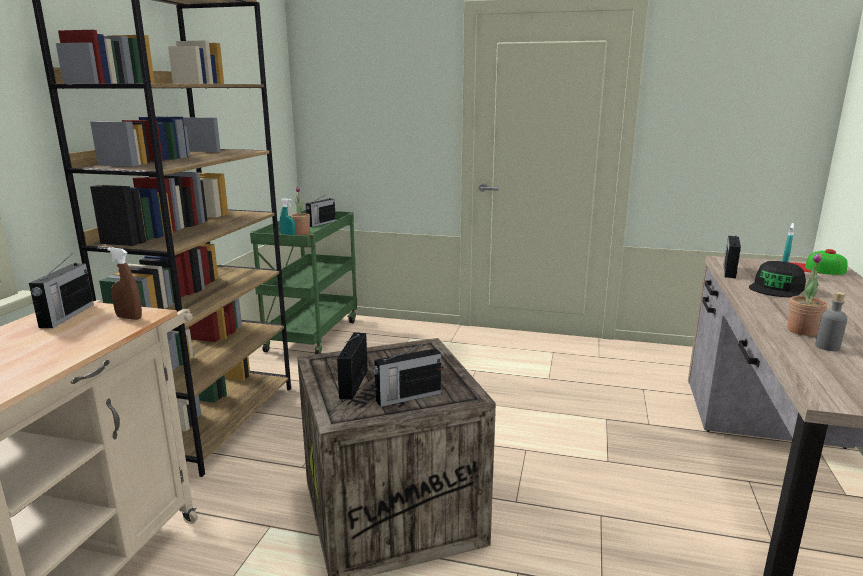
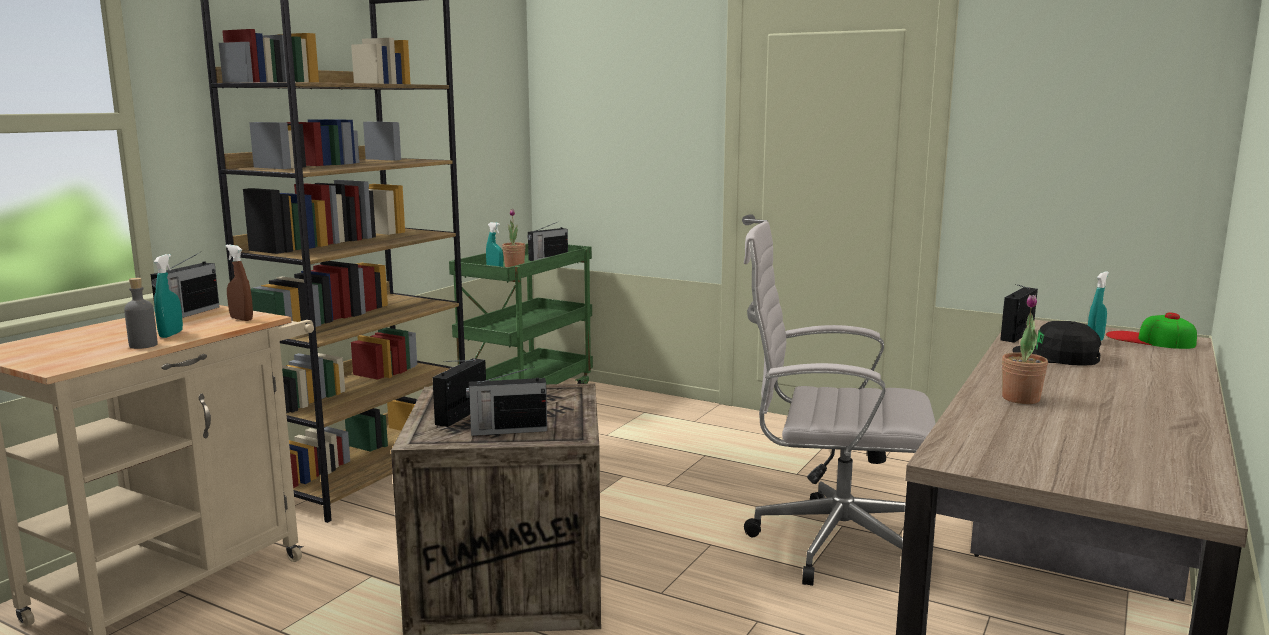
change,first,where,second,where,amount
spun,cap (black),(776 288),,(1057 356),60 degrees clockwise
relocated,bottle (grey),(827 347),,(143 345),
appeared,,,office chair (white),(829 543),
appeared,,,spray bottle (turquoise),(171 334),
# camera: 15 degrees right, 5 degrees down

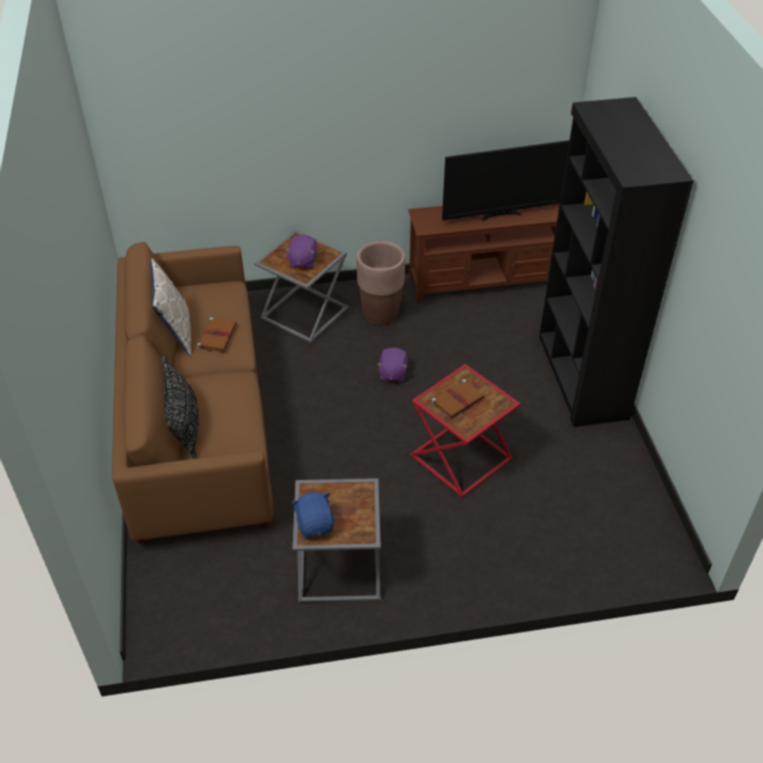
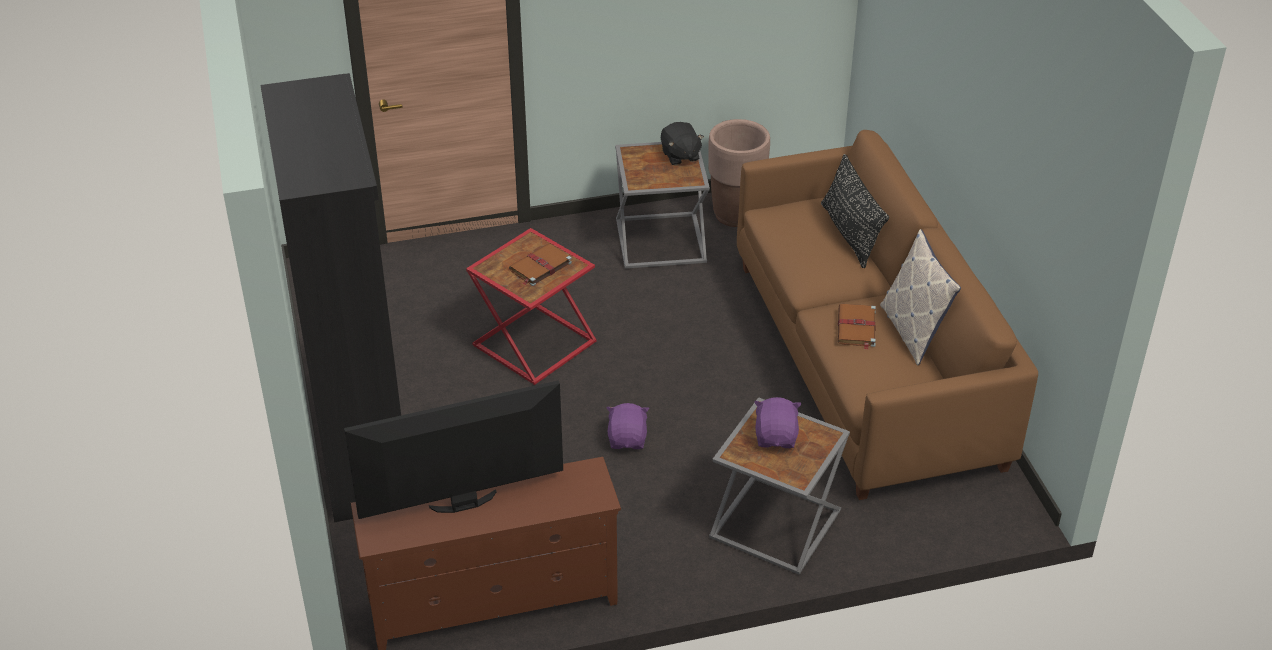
change,first,where,second,where,amount
relocated,planter (brown),(381 314),,(735 215),
colour,plush toy (blue),(315 524),plush toy (black),(680 156),
# camera: 175 degrees right, 5 degrees down

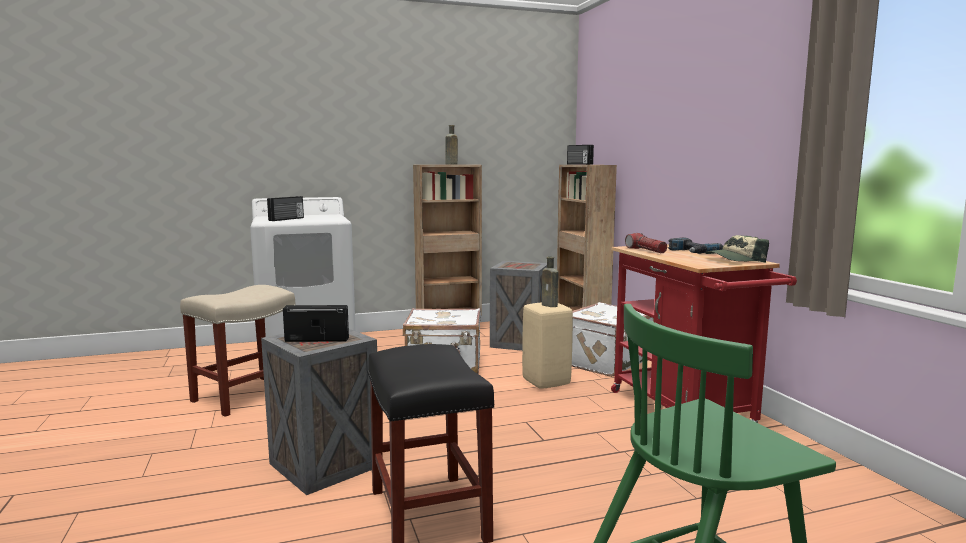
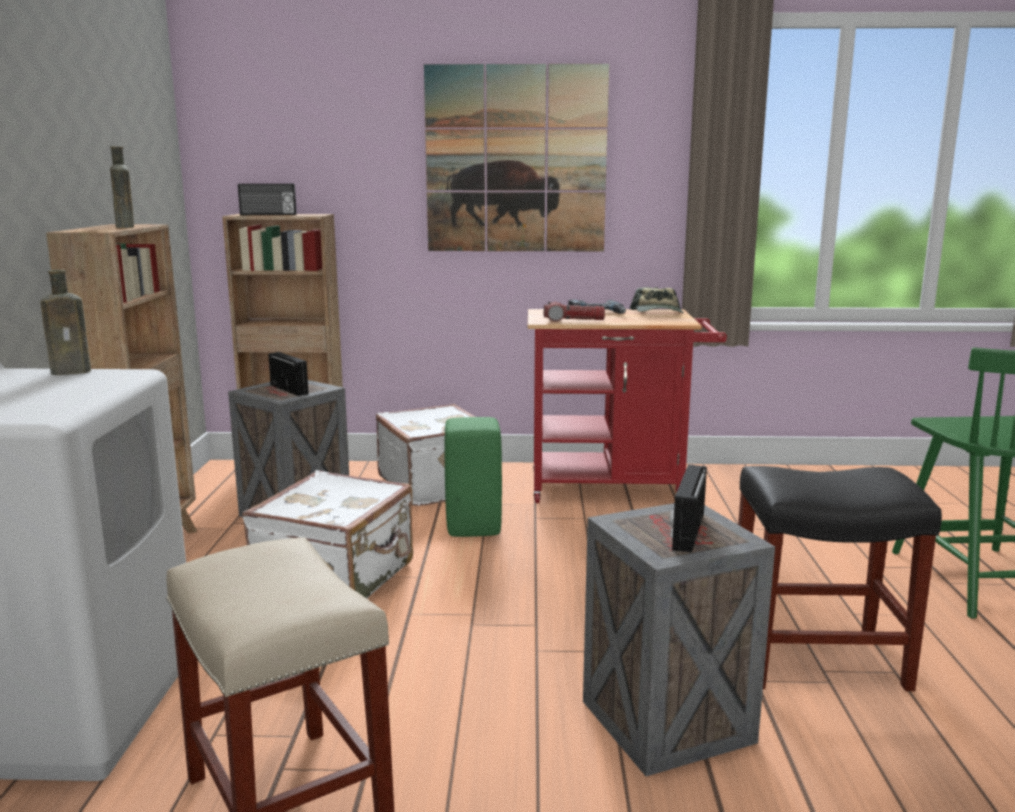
change,first,where,second,where,amount
relocated,radio,(287 219),,(290 389),
relocated,bottle (brown),(550 305),,(74 371),
colour,stool (beige),(545 382),stool (green),(472 529),
appeared,,,picture,(516 160),
# camera: 70 degrees left, 5 degrees up

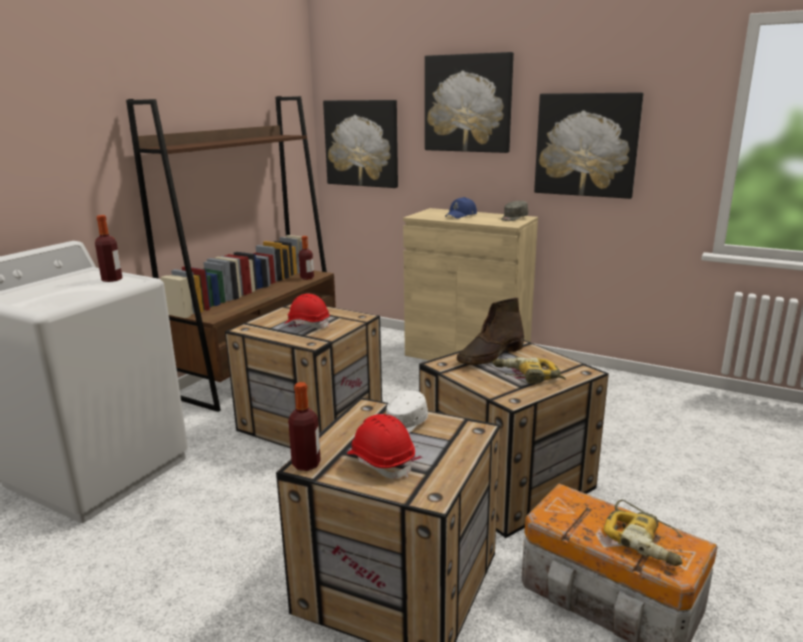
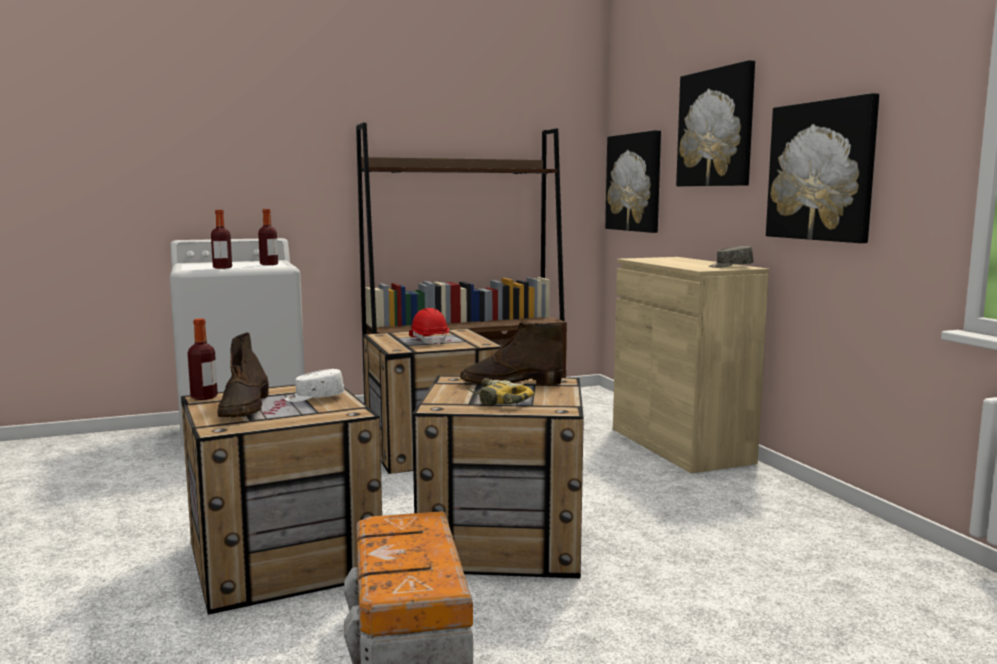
change,first,where,second,where,amount
missing,cap (blue),(461 215),,,
relocated,bottle,(307 278),,(222 268),
exchanged,hard hat (red),(381 461),boot (brown),(244 408),
missing,power drill,(644 540),,,
# camera: 40 degrees right, 10 degrees down

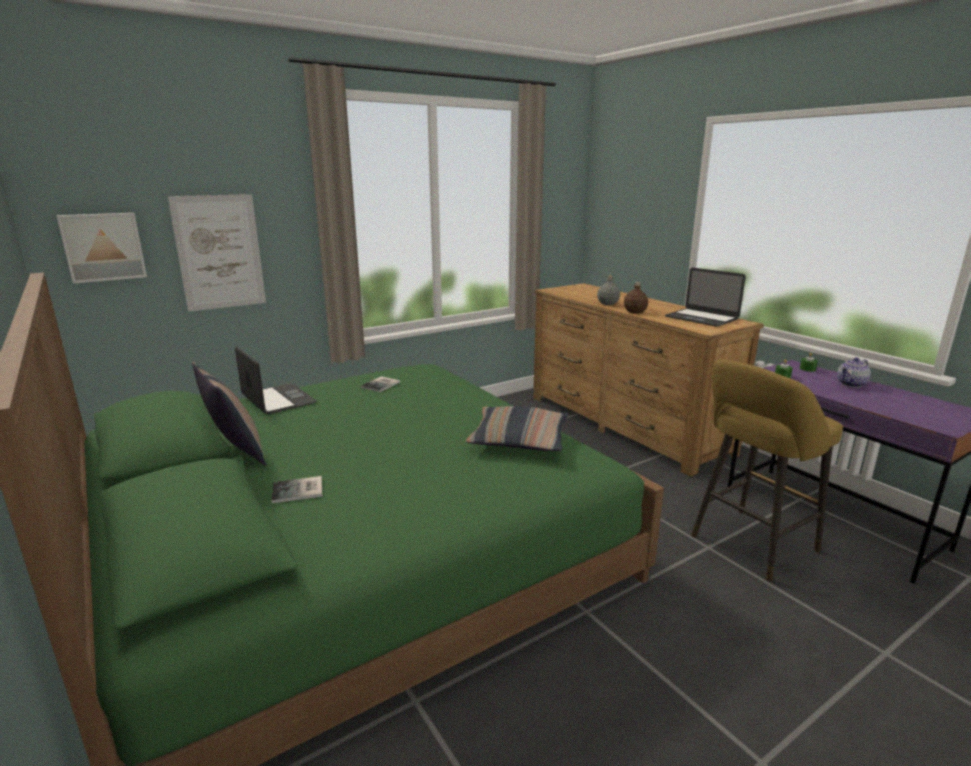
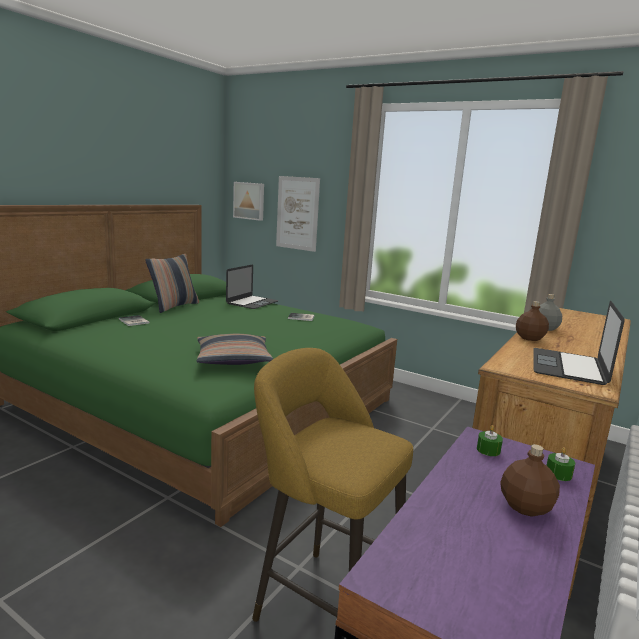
change,first,where,second,where,amount
exchanged,teapot,(851 384),bottle (brown),(526 507),
# camera: 65 degrees right, 5 degrees down

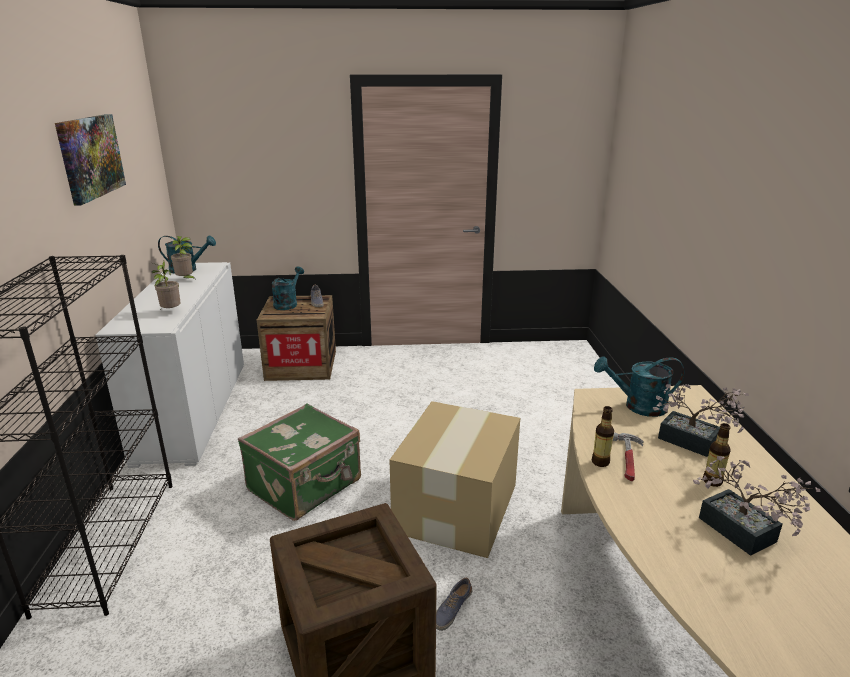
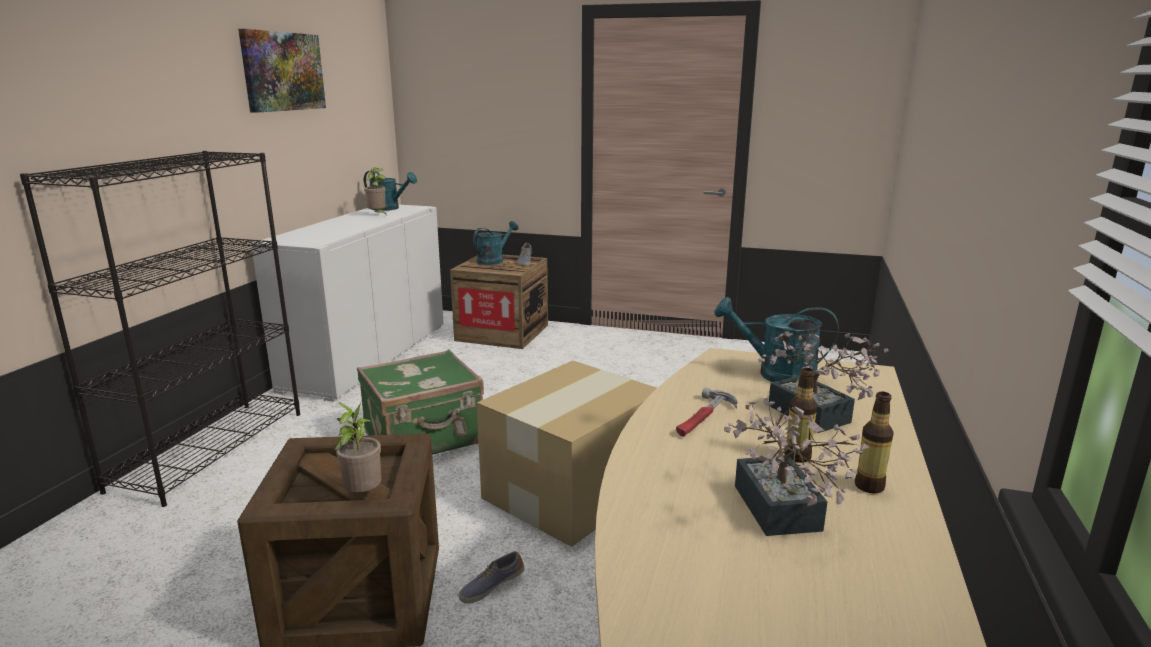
change,first,where,second,where,amount
relocated,potted plant,(170 312),,(362 495),
relocated,bottle,(600 462),,(869 486),
# camera: 20 degrees right, 5 degrees down

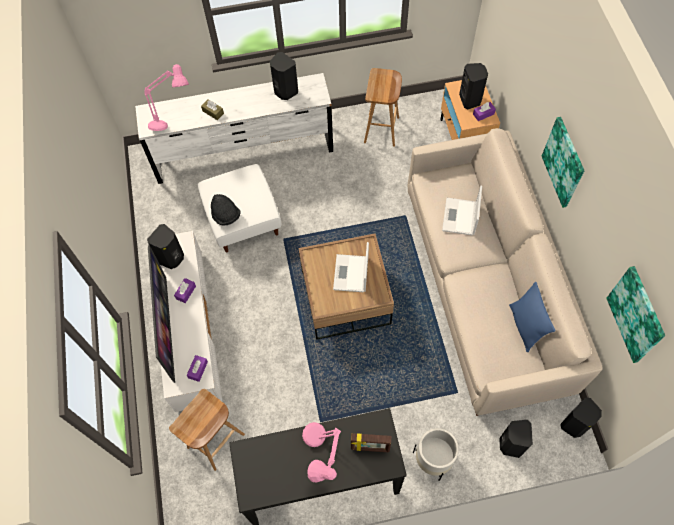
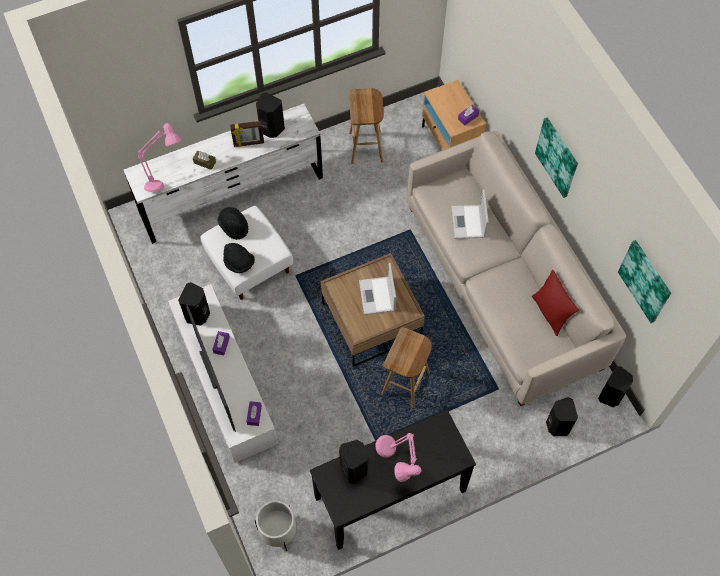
change,first,where,second,where,amount
relocated,speaker (black),(470 100),,(354 469),
colour,pillow (blue),(525 326),pillow (red),(550 313),
relocated,stool (brown),(216 442),,(405 384),
relocated,planter (white),(433 459),,(278 531),
relocated,picture frame,(370 448),,(248 143),
appeared,,,hat (black),(234 226),
# camera: 15 degrees left, 0 degrees up

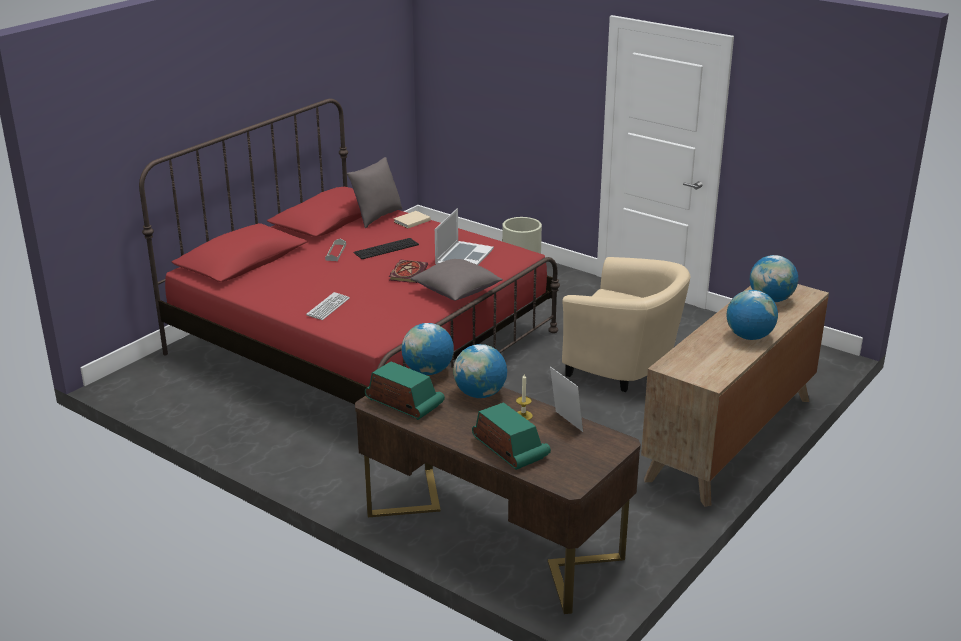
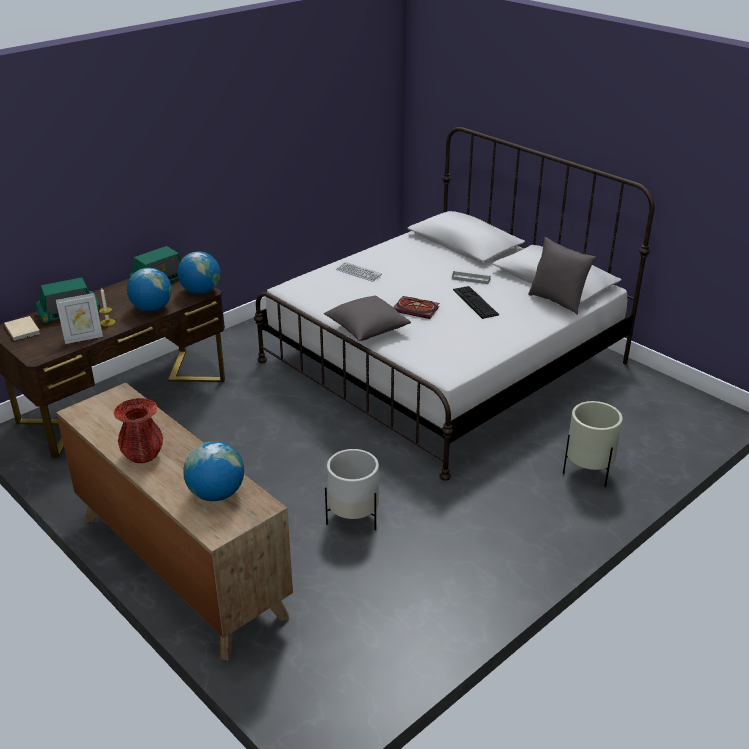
change,first,where,second,where,amount
colour,bed (red),(362 342),bed (white),(443 362),
missing,laptop,(464 256),,,
relocated,book (beige),(411 221),,(23 329),
exchanged,armchair (beige),(625 366),planter (white),(353 517),
exchanged,globe,(749 336),vase (red),(143 455),
# camera: 100 degrees right, 5 degrees up

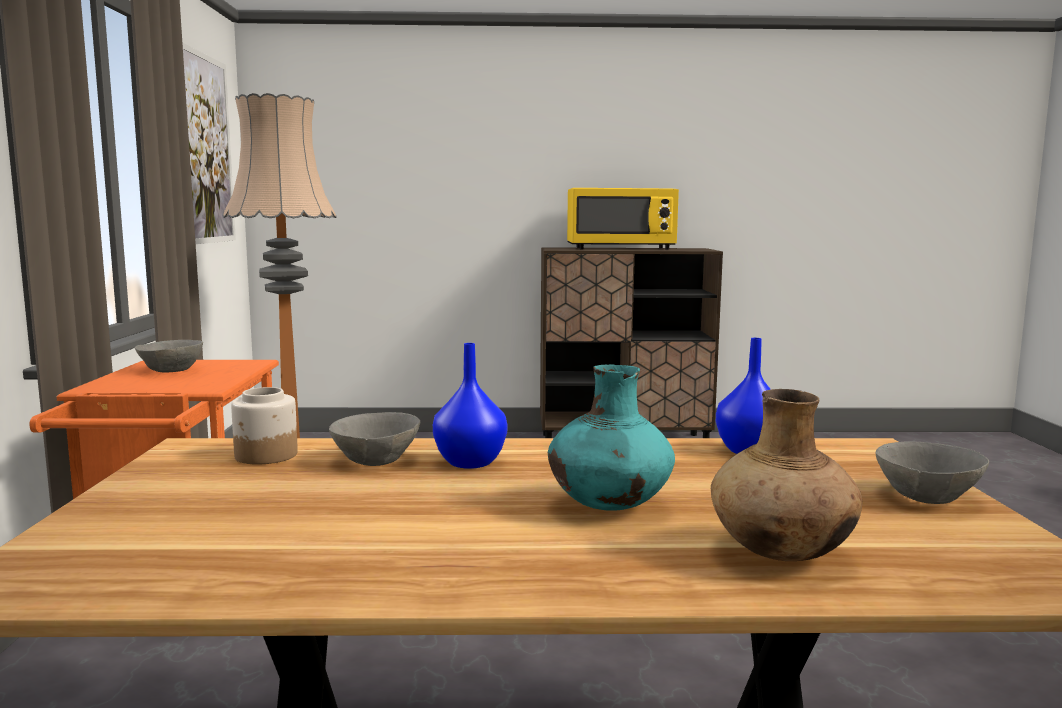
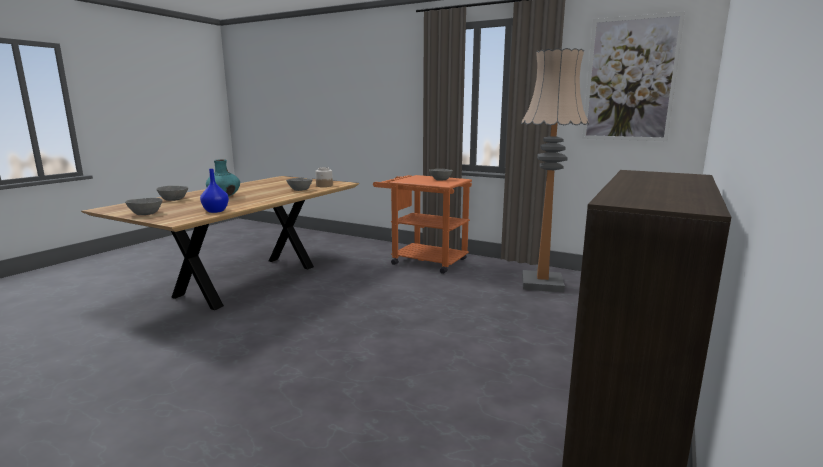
change,first,where,second,where,amount
missing,microwave (yellow),(620 248),,,
missing,vase (blue),(468 462),,,
exchanged,vase (brown),(780 553),bowl (grey),(174 200),
# camera: 120 degrees right, 5 degrees up

